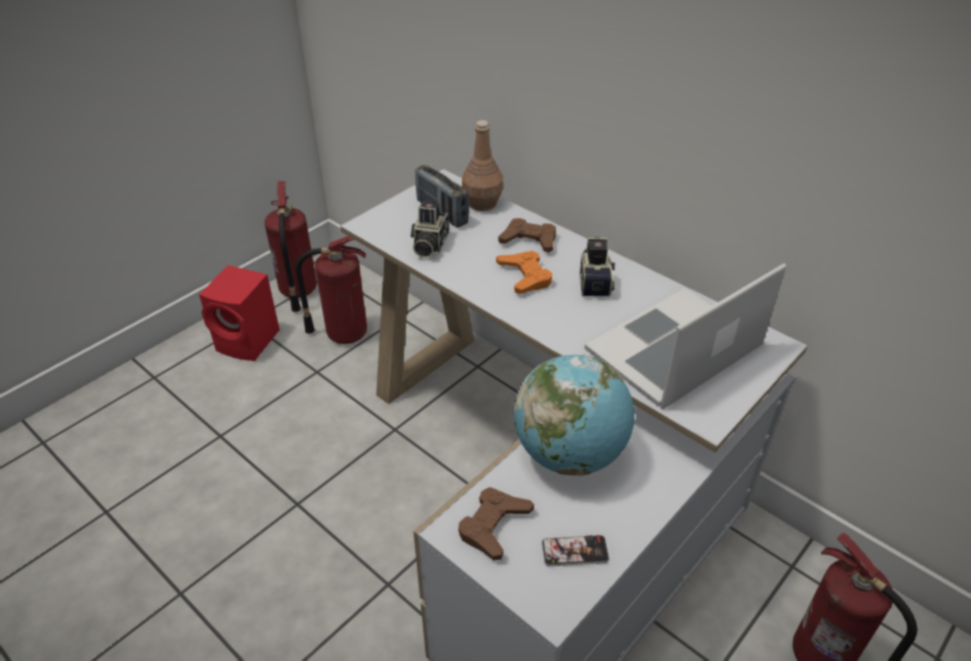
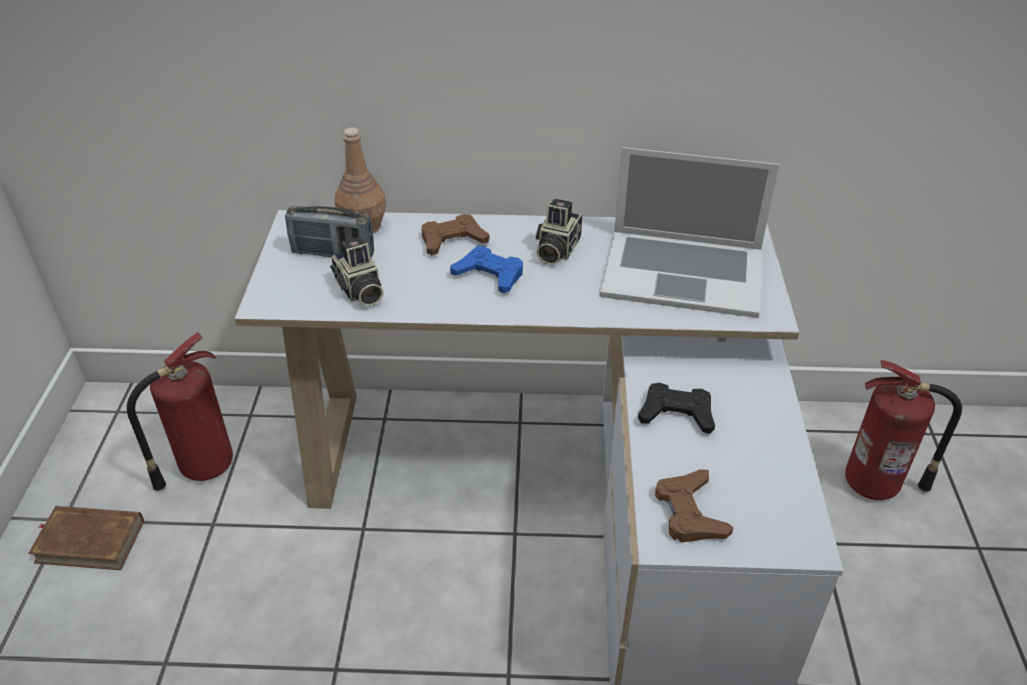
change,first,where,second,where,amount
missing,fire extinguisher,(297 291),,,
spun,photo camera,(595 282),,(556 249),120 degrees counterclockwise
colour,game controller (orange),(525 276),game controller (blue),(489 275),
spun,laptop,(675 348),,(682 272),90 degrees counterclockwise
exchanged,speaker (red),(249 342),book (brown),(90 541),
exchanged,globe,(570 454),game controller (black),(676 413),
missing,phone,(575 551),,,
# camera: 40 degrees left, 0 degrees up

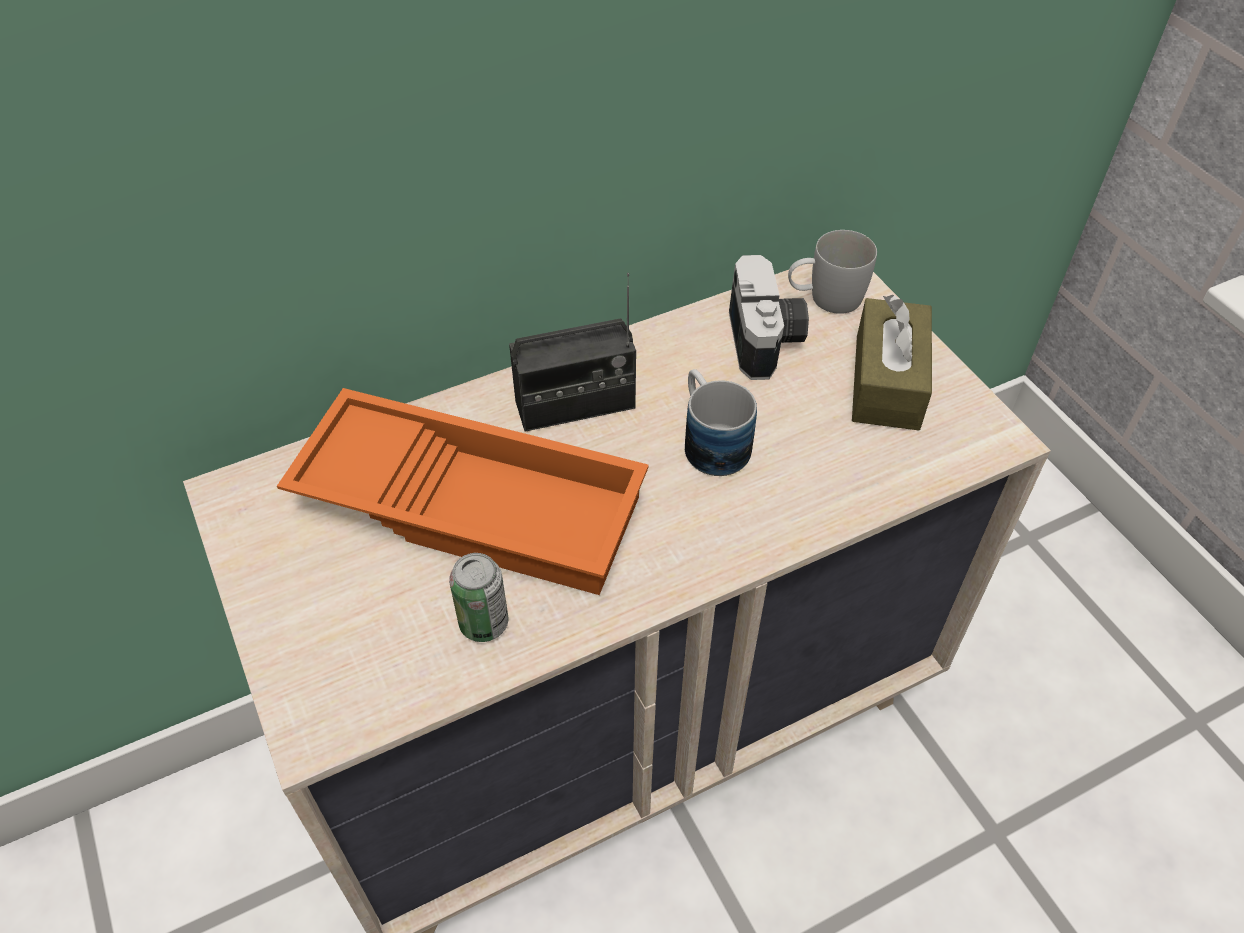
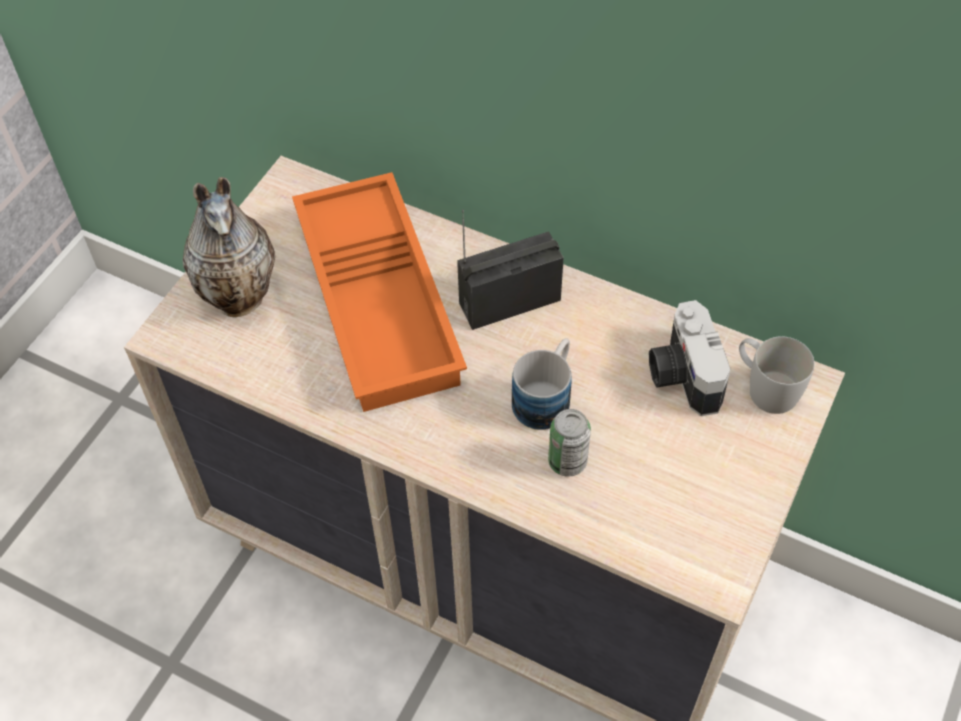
change,first,where,second,where,amount
spun,photo camera,(767 340),,(681 375),120 degrees clockwise
spun,radio,(575 405),,(509 301),120 degrees clockwise
missing,tissue box (brown),(887 382),,,
relocated,can,(484 623),,(567 461),
appeared,,,vase,(242 298),
# camera: 55 degrees right, 5 degrees up

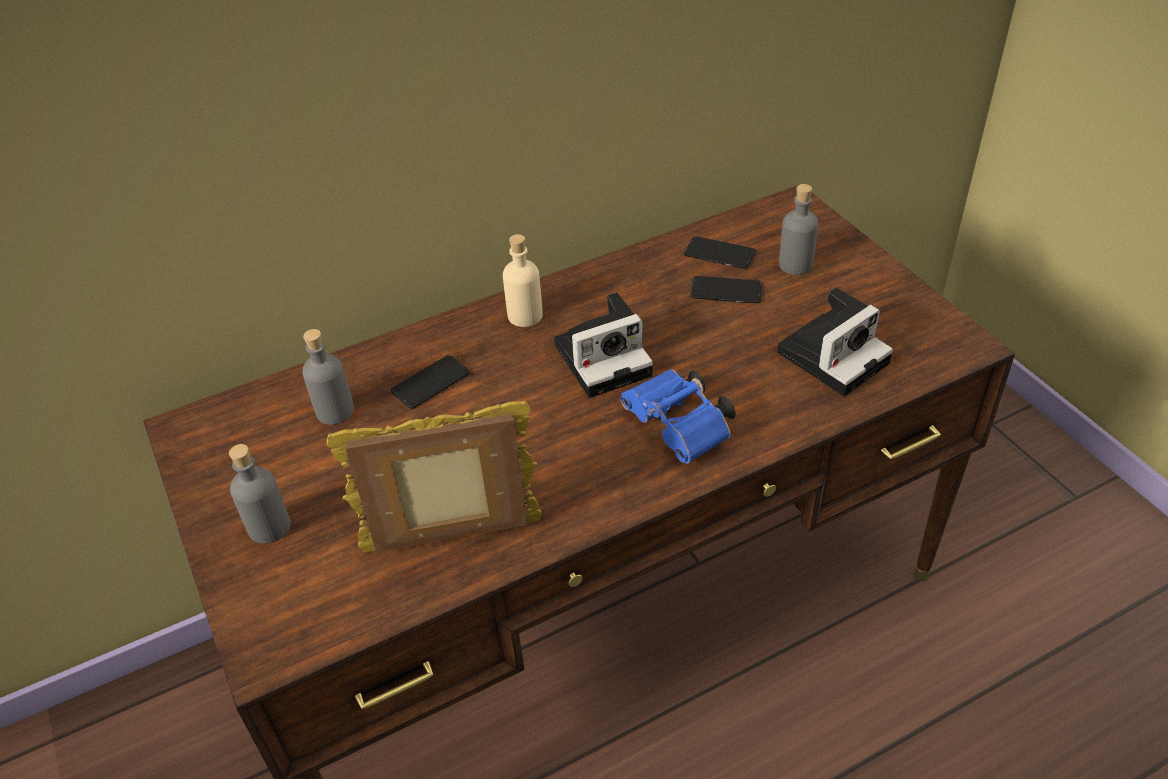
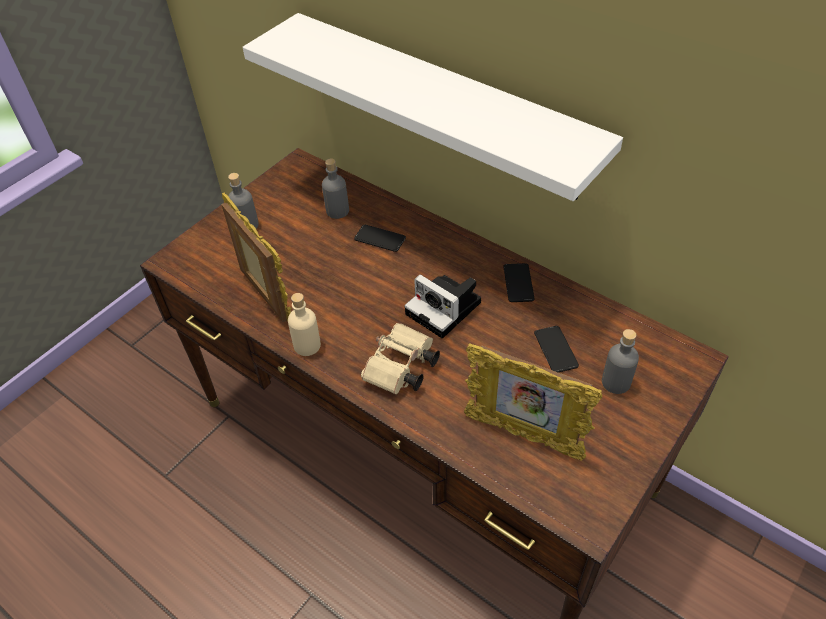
change,first,where,second,where,amount
relocated,bottle (beige),(525 315),,(307 345),
relocated,phone,(719 254),,(518 283),
exchanged,photo camera,(834 355),picture frame,(523 435),
colour,binoculars (blue),(681 429),binoculars (beige),(401 369),
appeared,,,shelf (white),(443 105),
# camera: 65 degrees right, 5 degrees up

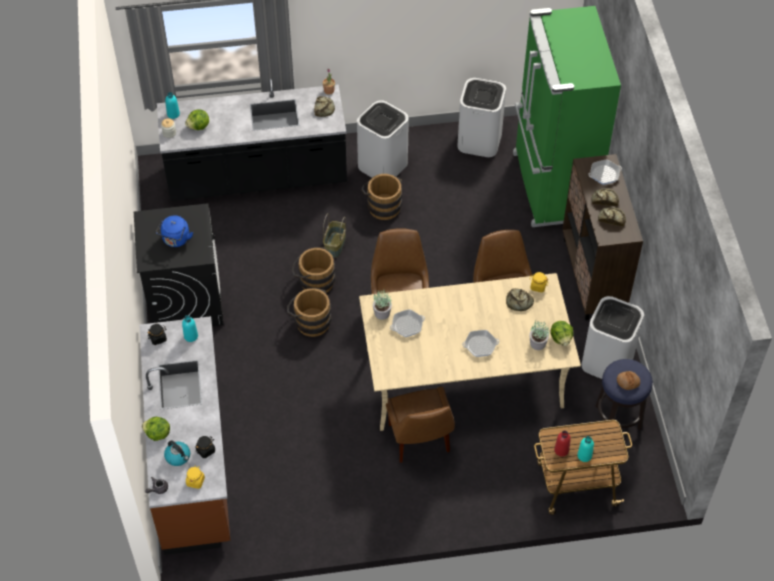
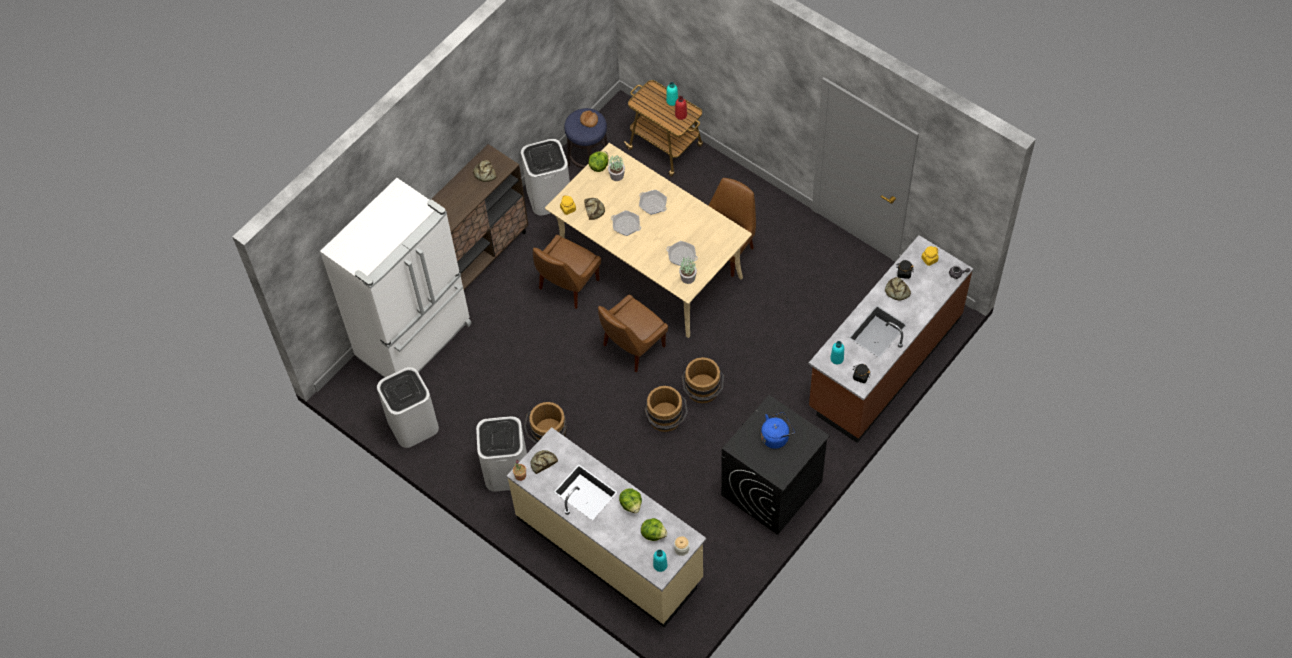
change,first,where,second,where,amount
colour,fridge (green),(551 187),fridge (white),(416 341),
colour,counter (black),(257 177),counter (beige),(610 548),
relocated,frying pan,(604 174),,(626 225),
relocated,bread,(604 199),,(897 291),
missing,basket,(335 245),,,
relocated,lettuce,(157 434),,(631 504),
missing,kettle,(178 457),,,
# camera: 130 degrees left, 5 degrees up

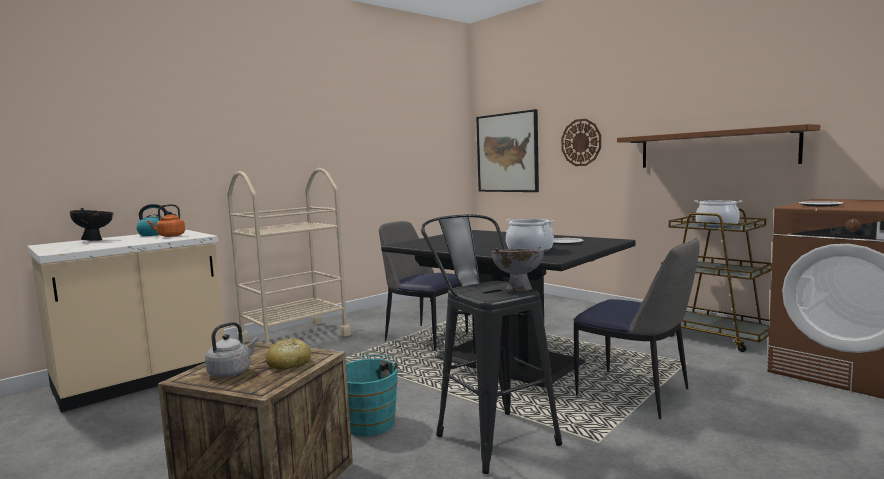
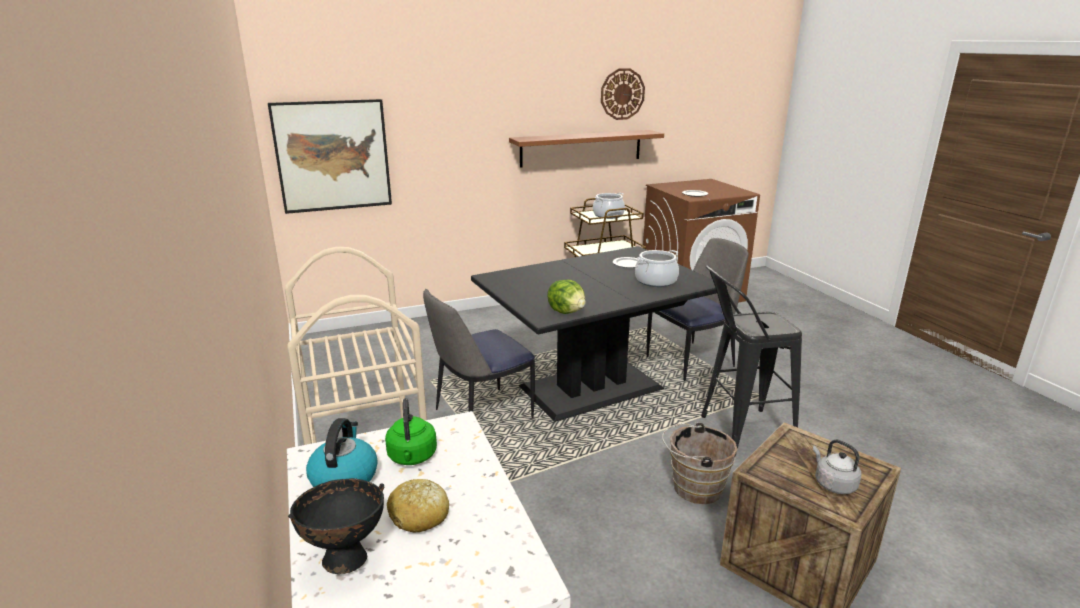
change,first,where,second,where,amount
relocated,wall clock,(581 142),,(622 94),
colour,kettle (orange),(169 236),kettle (green),(412 457),
missing,bowl (grey),(517 290),,,
relocated,bread,(289 364),,(419 515),
colour,bucket (turquoise),(370 422),bucket (brown),(693 487),
appeared,,,lettuce,(567 311),
# camera: 70 degrees left, 15 degrees up

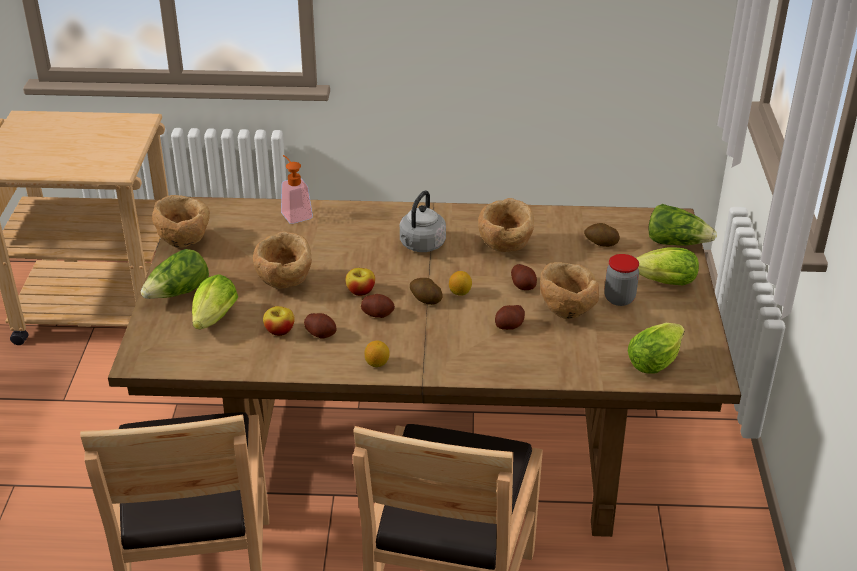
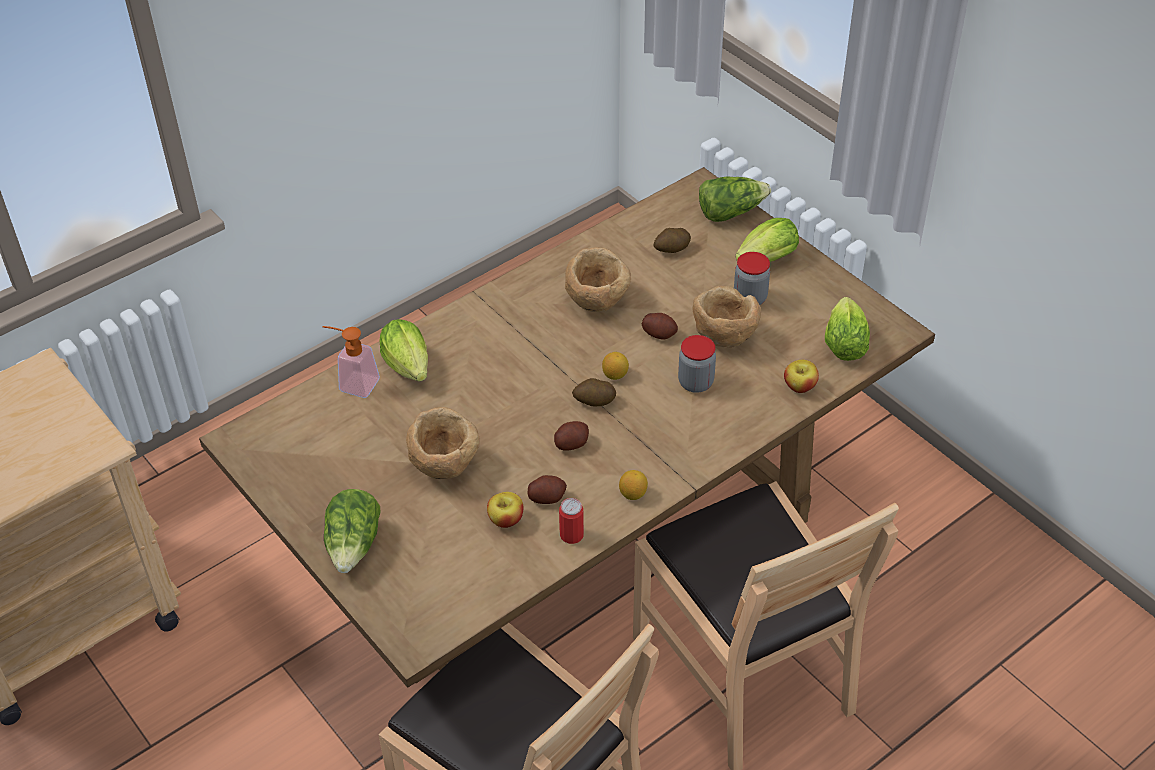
change,first,where,second,where,amount
missing,kettle (grey),(421 245),,,
missing,bowl (brown),(184 242),,,
relocated,apple,(360 291),,(800 386),
relocated,lettuce,(213 321),,(409 369),
exchanged,potato,(509 326),jar,(695 383),
appeared,,,can,(571 535),
# camera: 40 degrees left, 10 degrees up

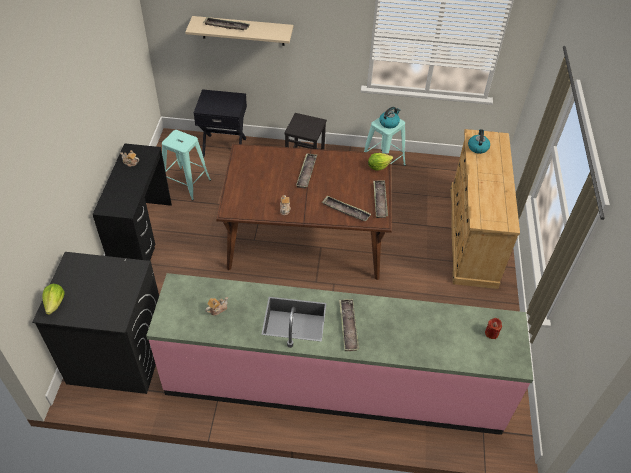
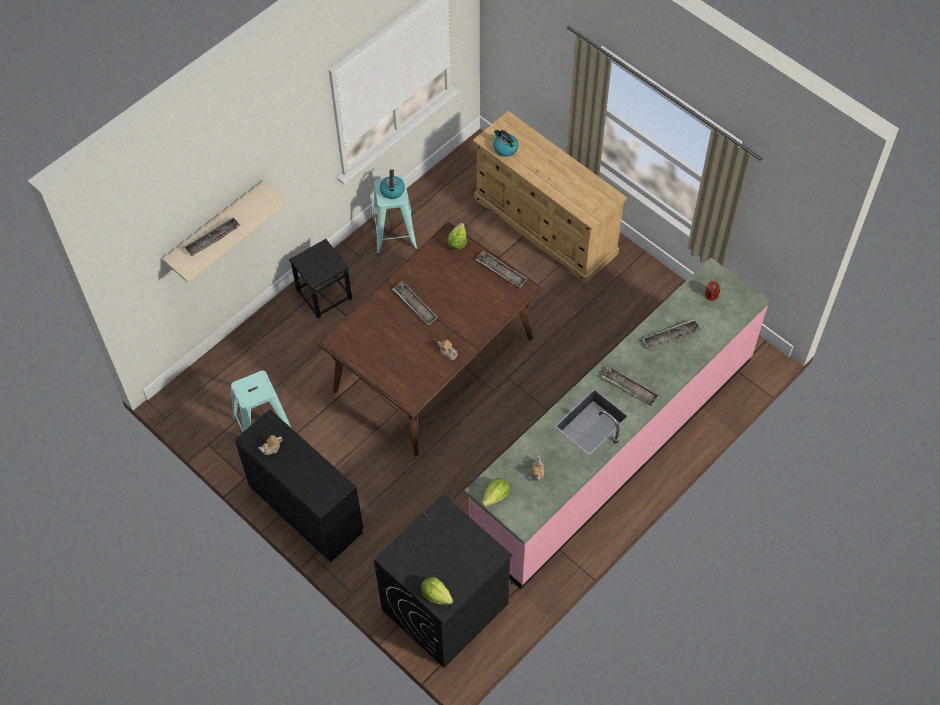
change,first,where,second,where,amount
missing,nightstand (black),(224 147),,,
relocated,tray,(346 211),,(670 336),
appeared,,,lettuce,(496 496),
# camera: 50 degrees left, 10 degrees up

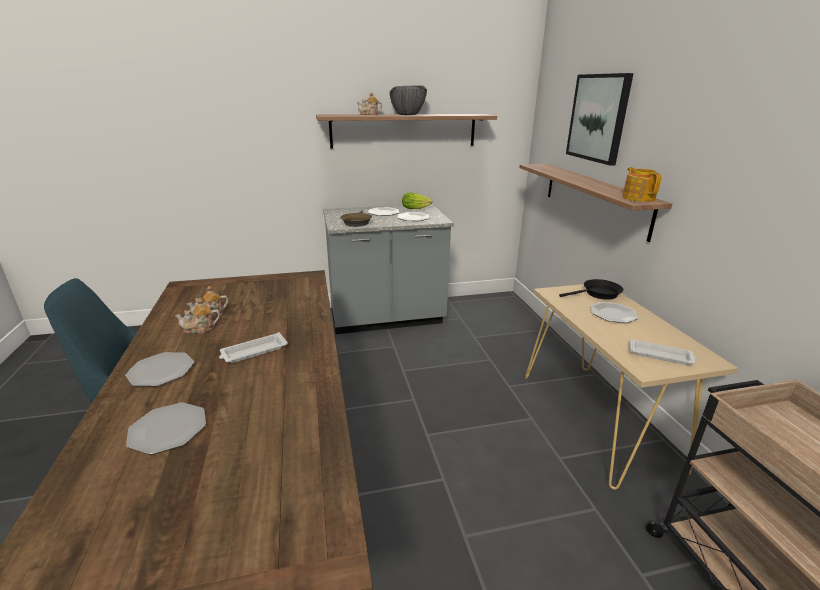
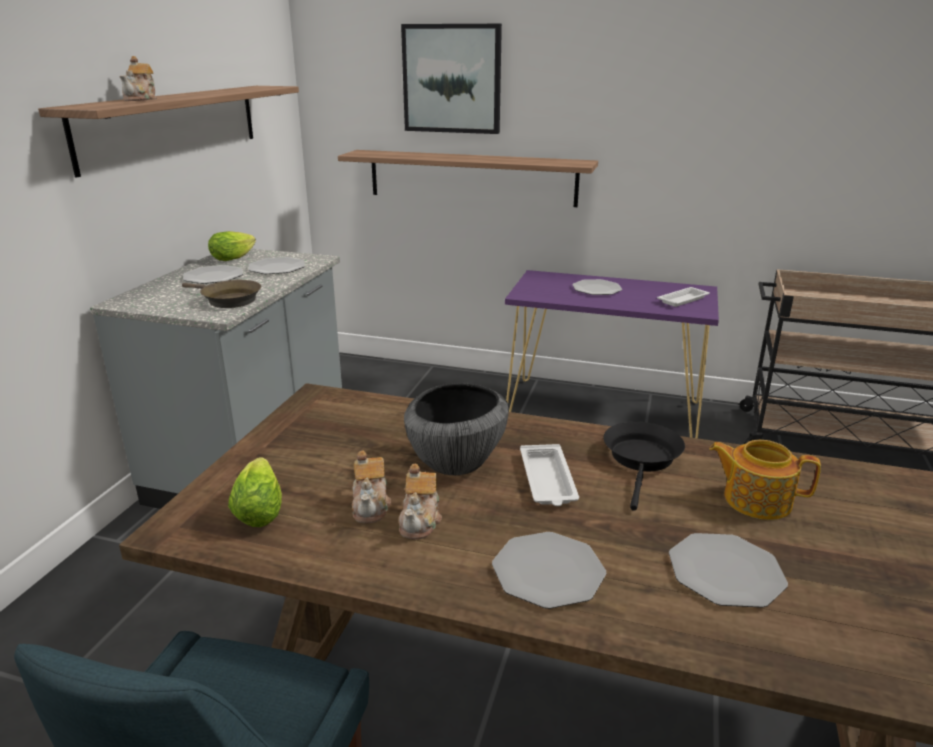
change,first,where,second,where,amount
relocated,bowl,(407 114),,(455 463),
relocated,teapot,(638 198),,(755 500),
relocated,frying pan (black),(598 294),,(642 460),
colour,console table (beige),(597 419),console table (purple),(603 409),
appeared,,,lettuce,(260 507),
# camera: 60 degrees left, 0 degrees up

